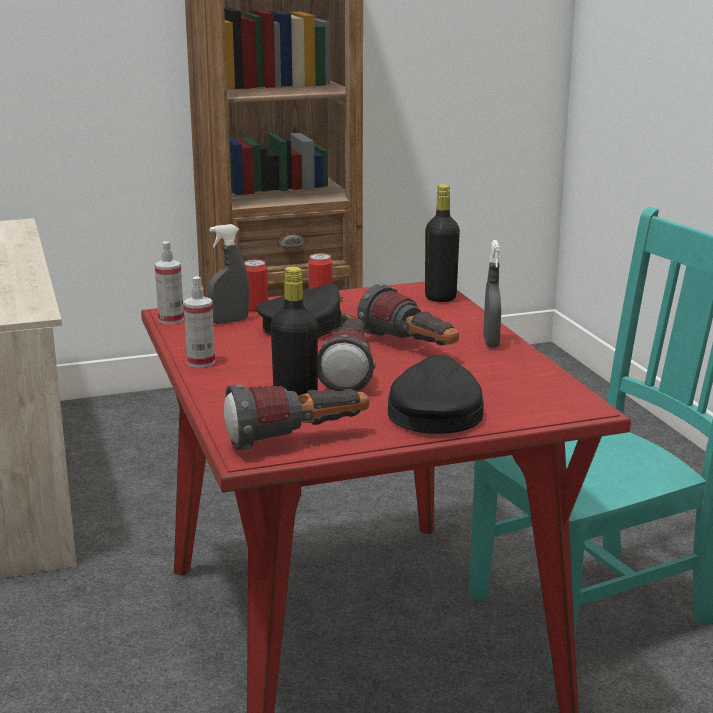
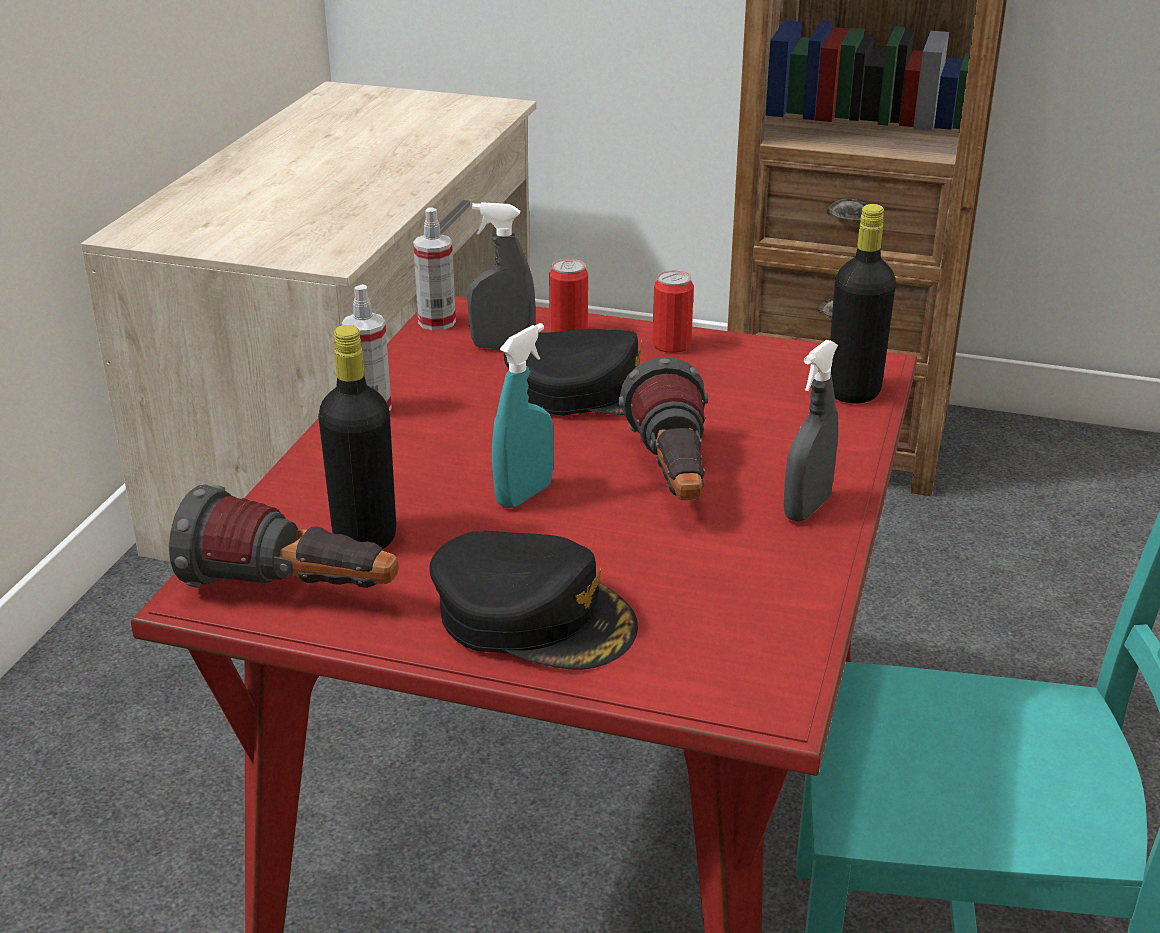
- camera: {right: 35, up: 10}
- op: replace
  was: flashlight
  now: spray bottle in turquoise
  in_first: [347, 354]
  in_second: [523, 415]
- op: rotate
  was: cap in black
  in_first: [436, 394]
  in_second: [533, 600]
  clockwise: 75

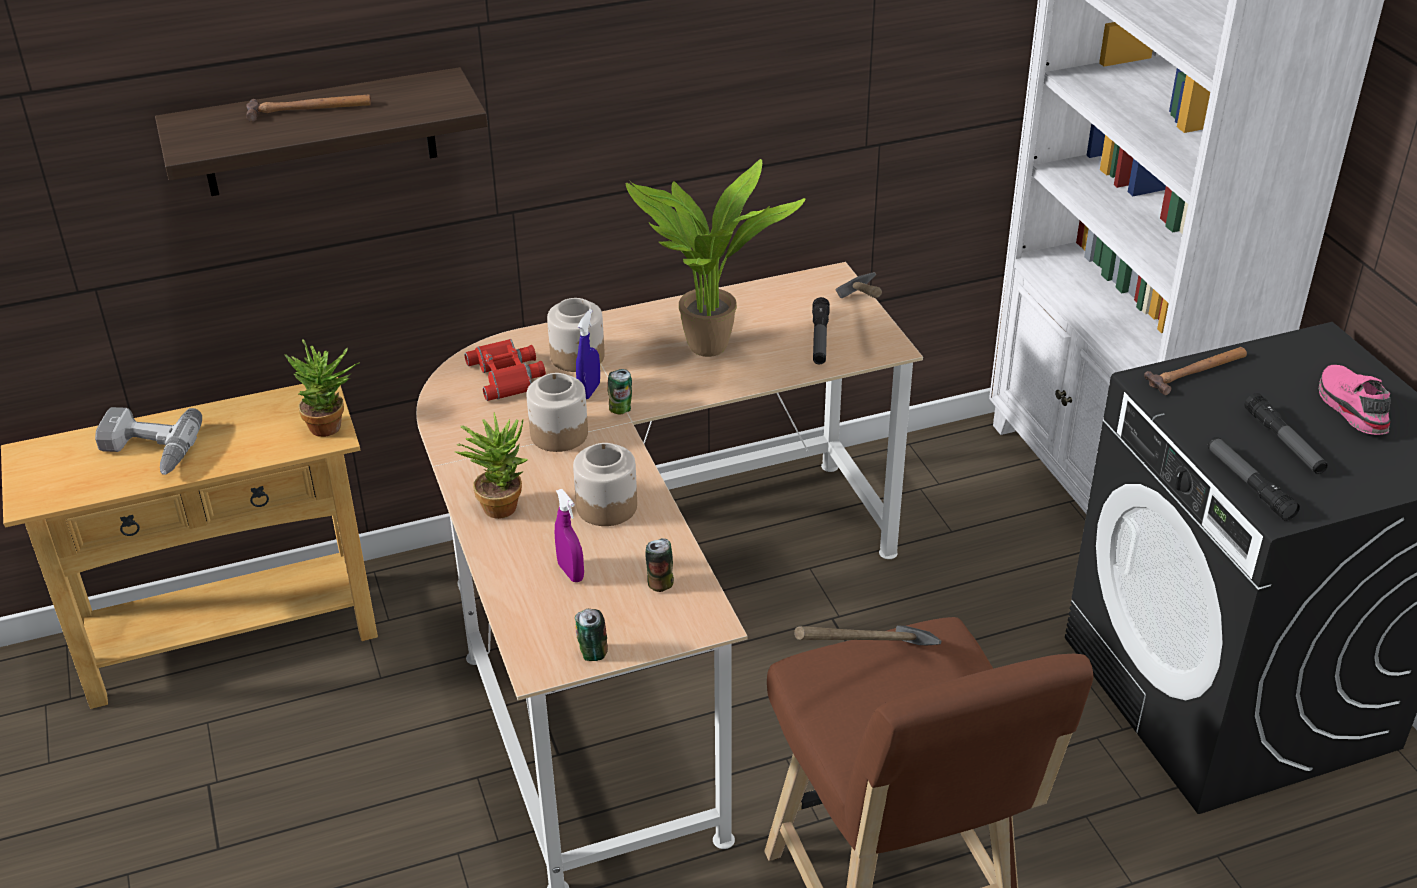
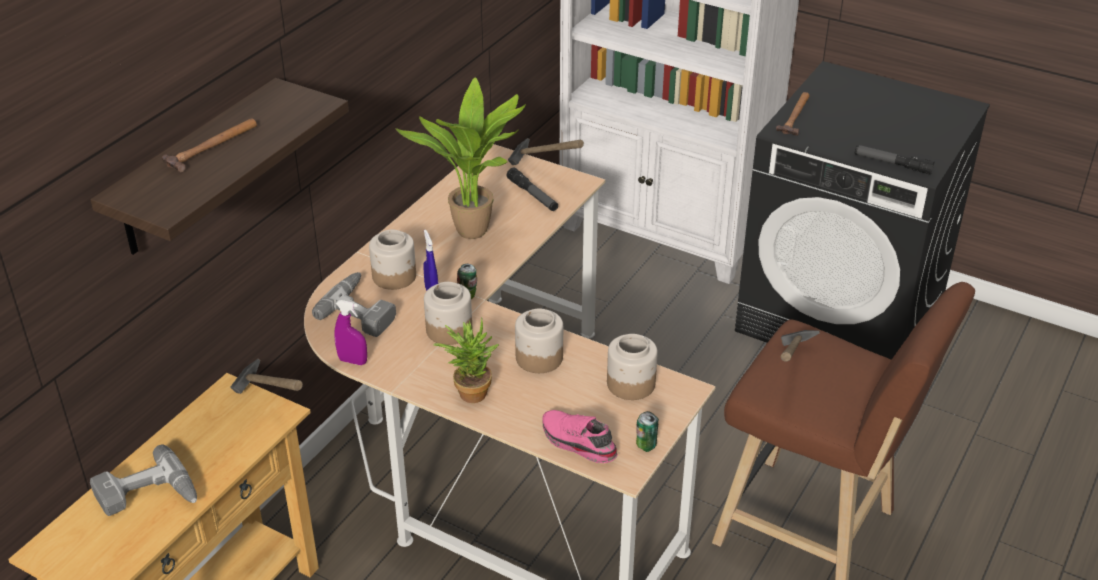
- camera: {right: -40, up: 0}
- op: replace
  was: potted plant
  now: hammer
  in_first: [322, 388]
  in_second: [267, 376]
- op: replace
  was: binoculars in red
  now: power drill
  in_first: [505, 370]
  in_second: [354, 304]
- op: move
  was: spray bottle in purple
  in_first: [569, 535]
  in_second: [350, 332]
- op: replace
  was: can
  now: jar
  in_first: [660, 565]
  in_second: [632, 367]
- op: delete
  was: flashlight
  in_first: [1286, 433]
- op: move
  was: shoe in pink
  in_first: [1355, 400]
  in_second: [580, 436]

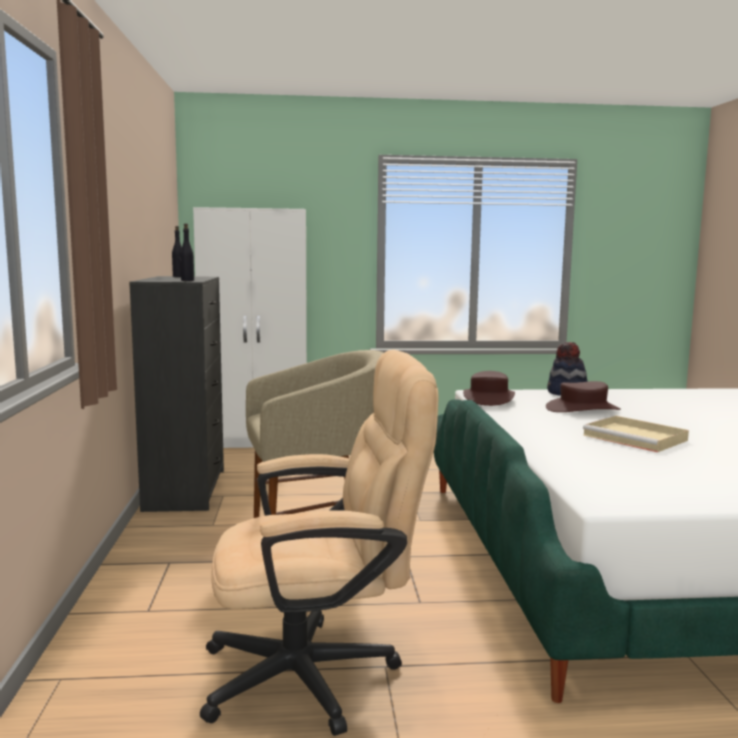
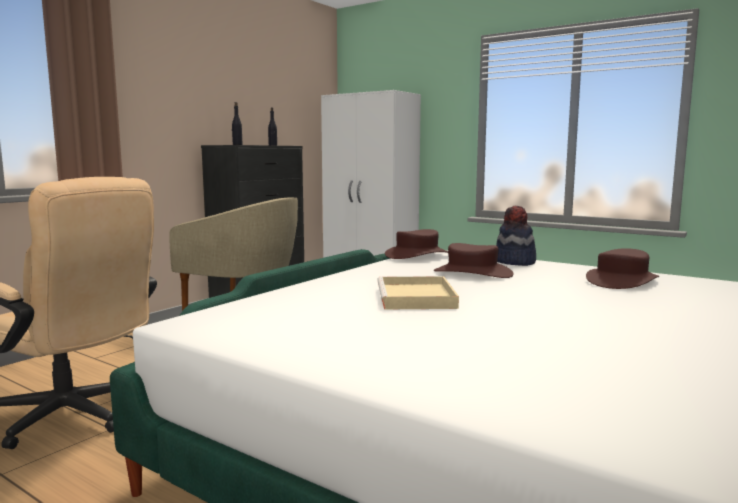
- camera: {right: 40, up: 0}
- op: insert
  now: hat in brown
  in_second: [622, 268]

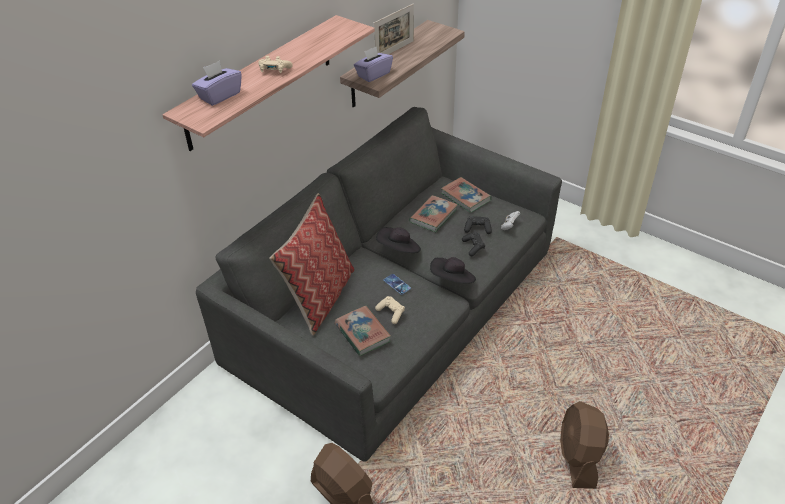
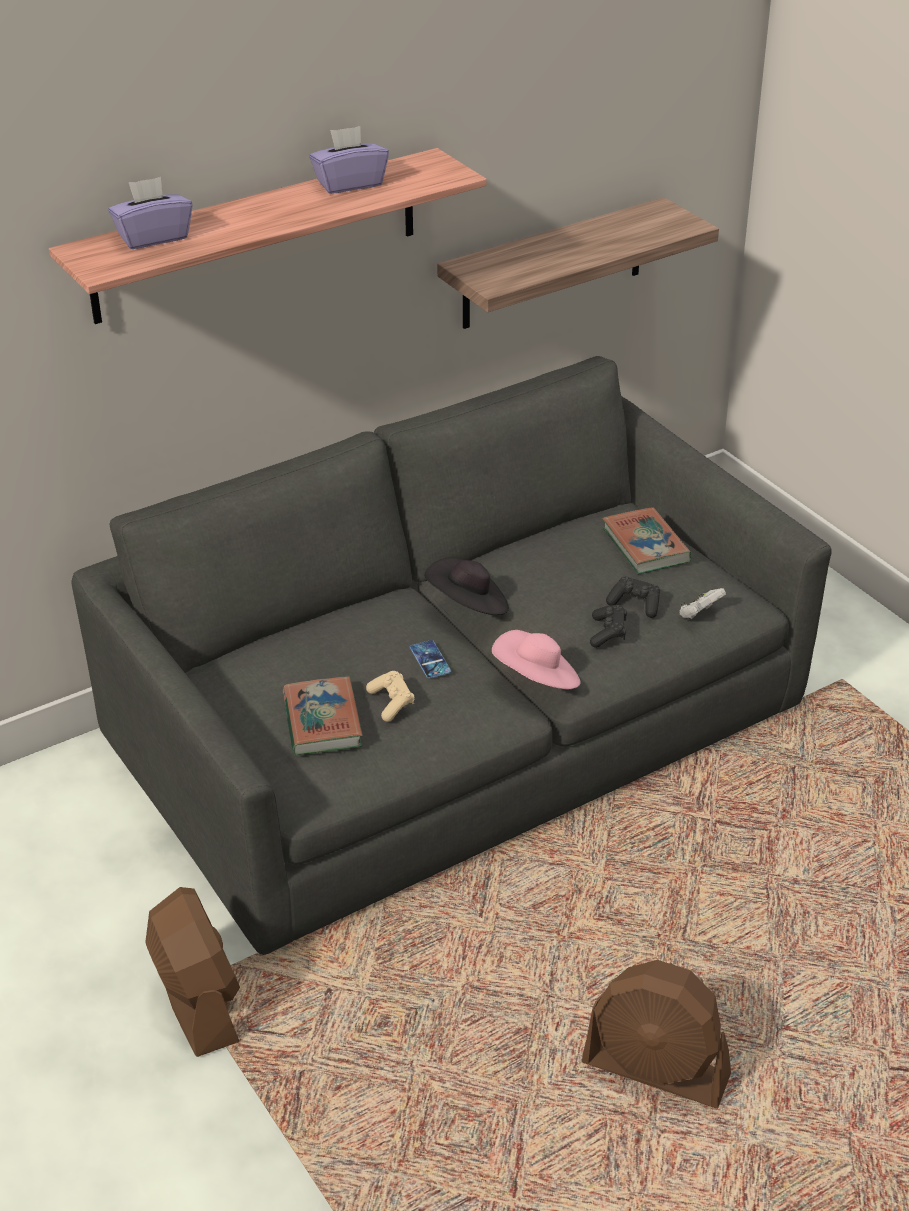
- camera: {right: 20, up: -5}
- op: delete
  was: game controller in beige
  in_first: [275, 64]
- op: delete
  was: pillow
  in_first: [312, 264]
- op: move
  was: tissue box in purple
  in_first: [373, 64]
  in_second: [349, 160]
- op: delete
  was: picture frame
  in_first: [393, 29]
- op: delete
  was: book
  in_first: [433, 213]
- op: recolor
  was: hat in black
  now: hat in pink
  in_first: [453, 270]
  in_second: [536, 659]
- op: rotate
  was: fan in brown
  in_first: [584, 445]
  in_second: [656, 1034]
  clockwise: -90

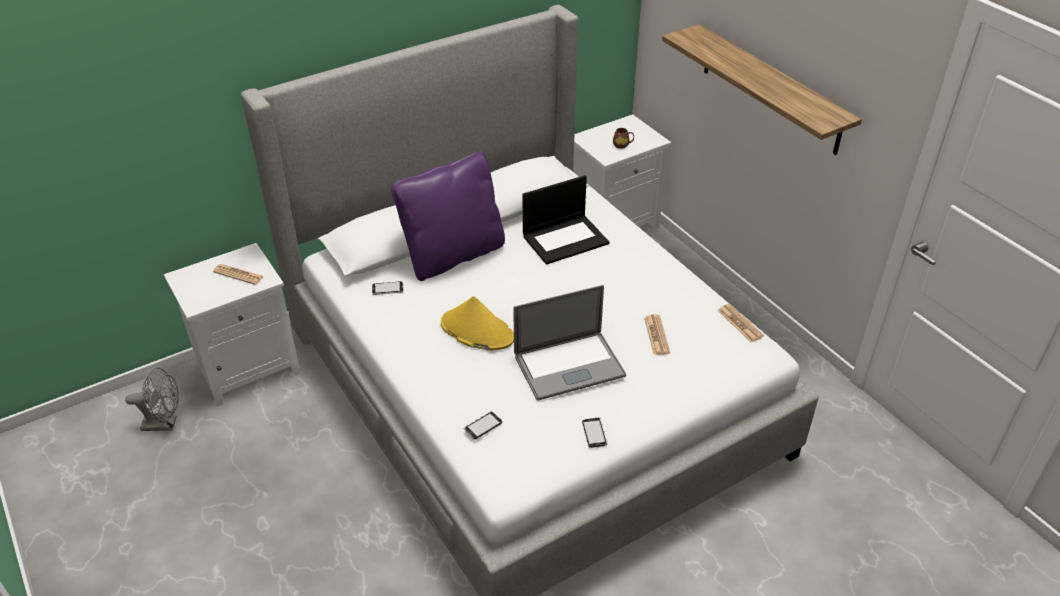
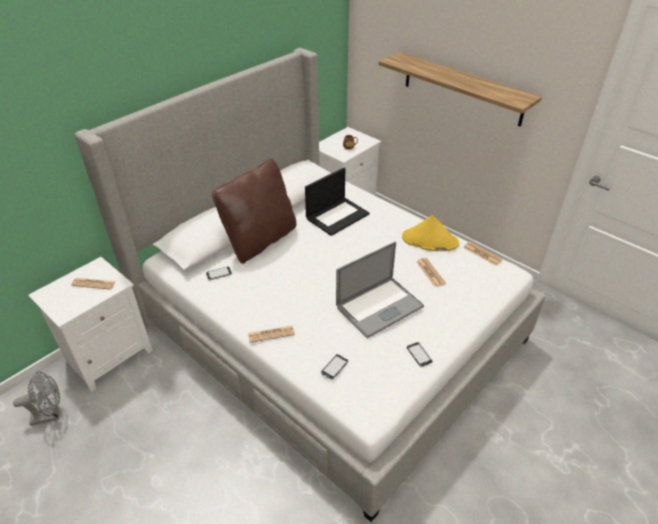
- camera: {right: -15, up: 0}
- op: recolor
  was: pillow in purple
  now: pillow in brown
  in_first: [448, 216]
  in_second: [254, 211]
- op: move
  was: hat in yellow
  in_first: [477, 323]
  in_second: [430, 233]
- op: insert
  now: newspaper
  in_second: [271, 334]

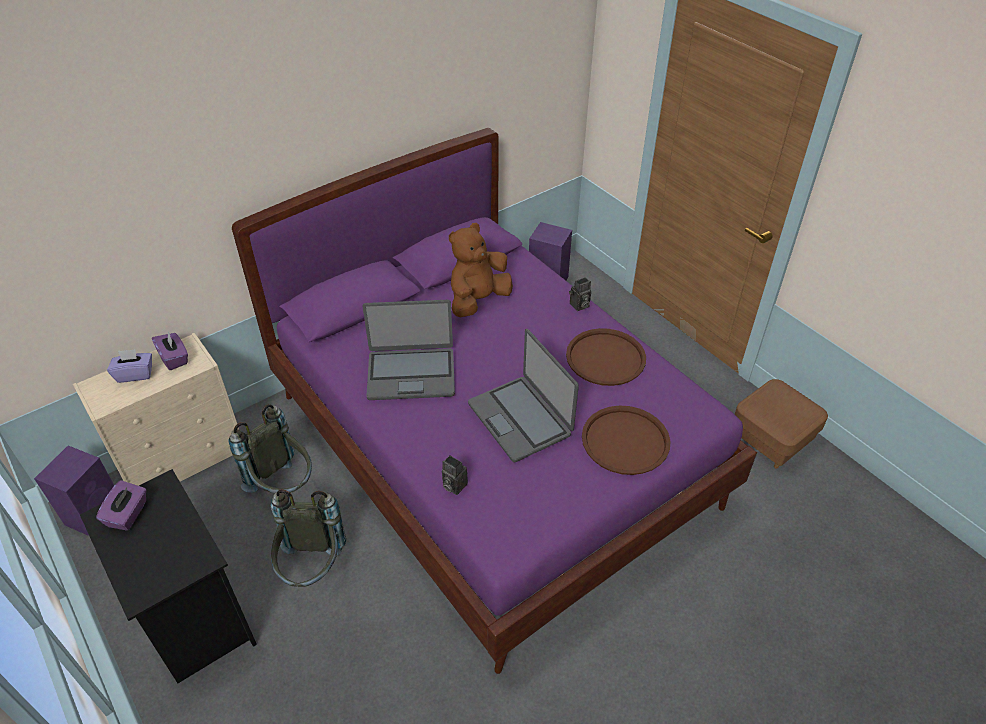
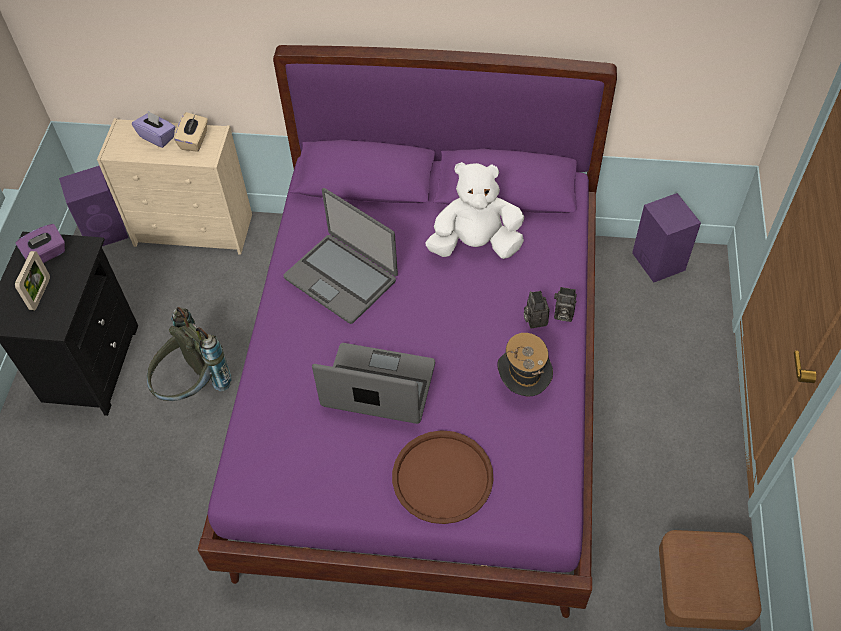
- camera: {right: 45, up: 10}
- op: recolor
  was: tissue box in purple
  now: tissue box in beige
  in_first: [170, 350]
  in_second: [191, 132]
- op: delete
  was: backpack in grey
  in_first: [270, 449]
- op: move
  was: photo camera
  in_first: [455, 475]
  in_second: [537, 309]
- op: recolor
  was: plush toy in brown
  now: plush toy in white
  in_first: [481, 270]
  in_second: [475, 210]
- op: rotate
  was: laptop
  in_first: [523, 395]
  in_second: [373, 383]
  clockwise: 90
- op: replace
  was: tray in brown
  now: hat
  in_first: [606, 357]
  in_second: [525, 364]
- op: insert
  now: picture frame
  in_second: [32, 281]

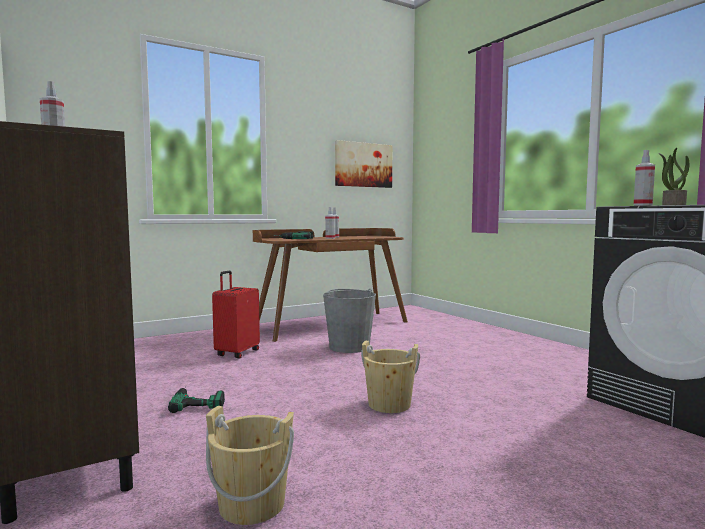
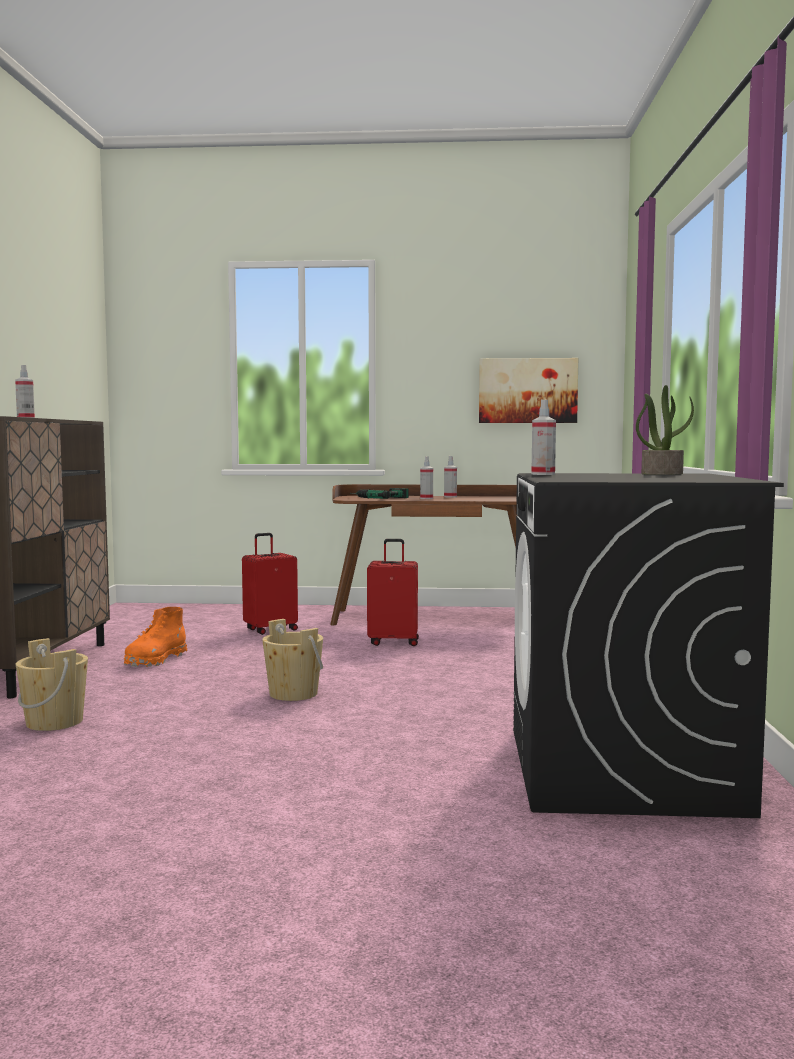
- camera: {right: 35, up: 0}
- op: replace
  was: power drill
  now: boot in orange
  in_first: [196, 400]
  in_second: [155, 637]
- op: replace
  was: bucket in grey
  now: suitcase in red
  in_first: [349, 321]
  in_second: [393, 592]

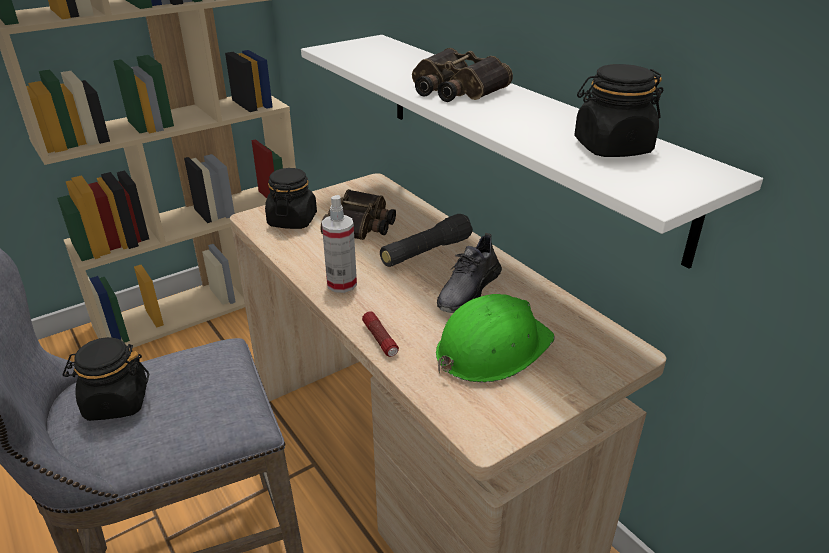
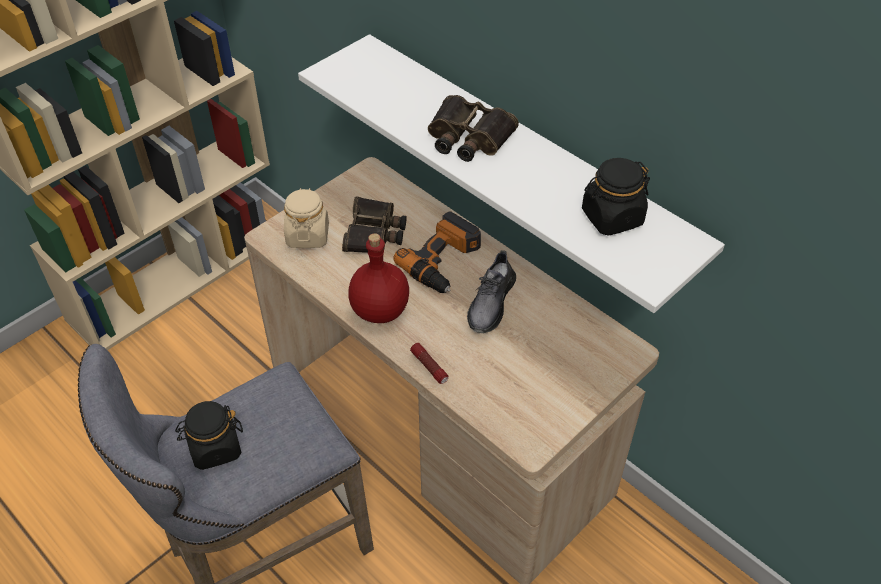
- camera: {right: -10, up: 15}
- op: recolor
  was: jar in black
  now: jar in beige
  in_first: [291, 198]
  in_second: [306, 218]
- op: replace
  was: spray bottle
  now: bottle in red
  in_first: [339, 244]
  in_second: [378, 278]
- op: replace
  was: flashlight in black
  now: power drill
  in_first: [426, 240]
  in_second: [437, 252]
- op: delete
  was: hard hat in green
  in_first: [495, 338]

